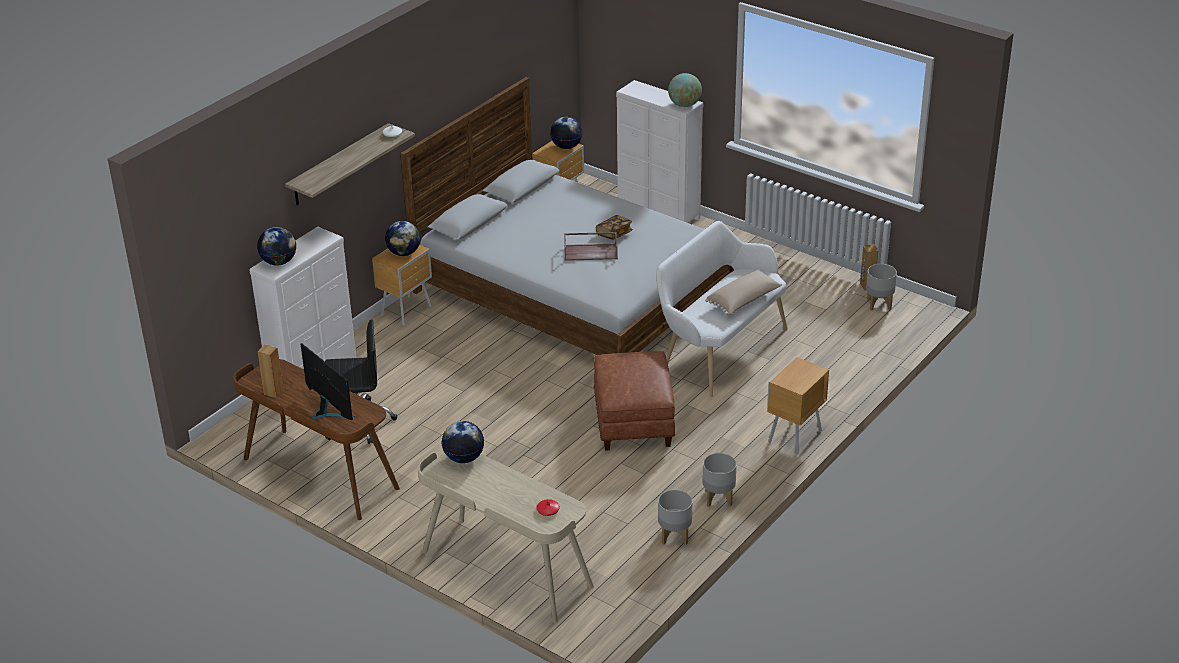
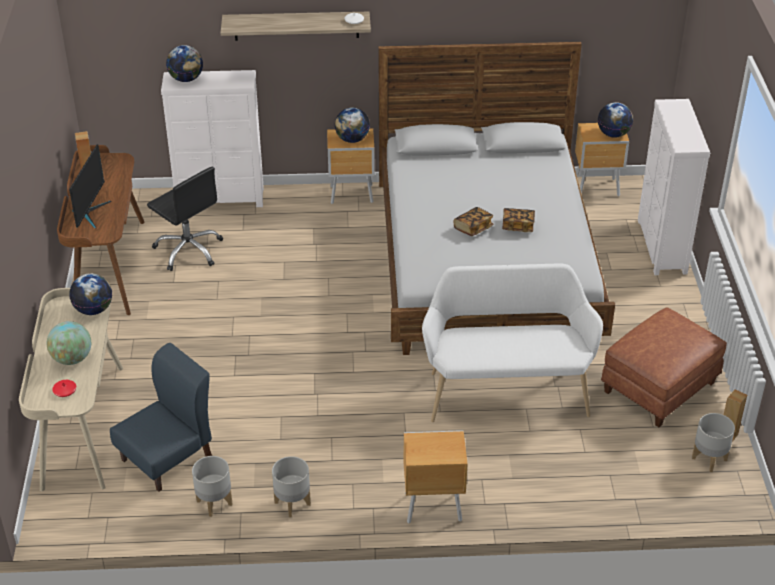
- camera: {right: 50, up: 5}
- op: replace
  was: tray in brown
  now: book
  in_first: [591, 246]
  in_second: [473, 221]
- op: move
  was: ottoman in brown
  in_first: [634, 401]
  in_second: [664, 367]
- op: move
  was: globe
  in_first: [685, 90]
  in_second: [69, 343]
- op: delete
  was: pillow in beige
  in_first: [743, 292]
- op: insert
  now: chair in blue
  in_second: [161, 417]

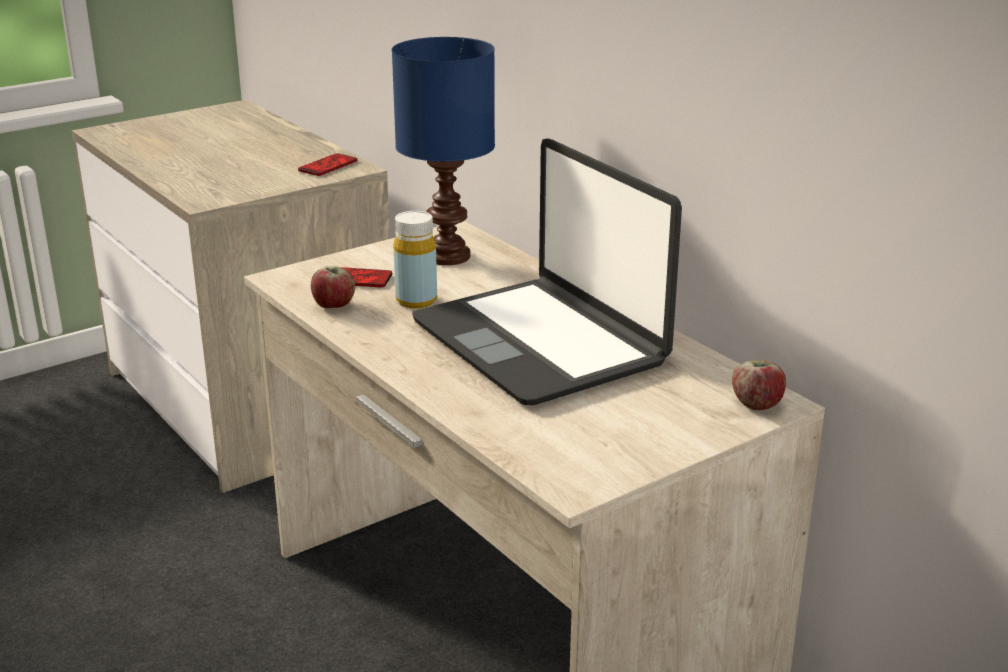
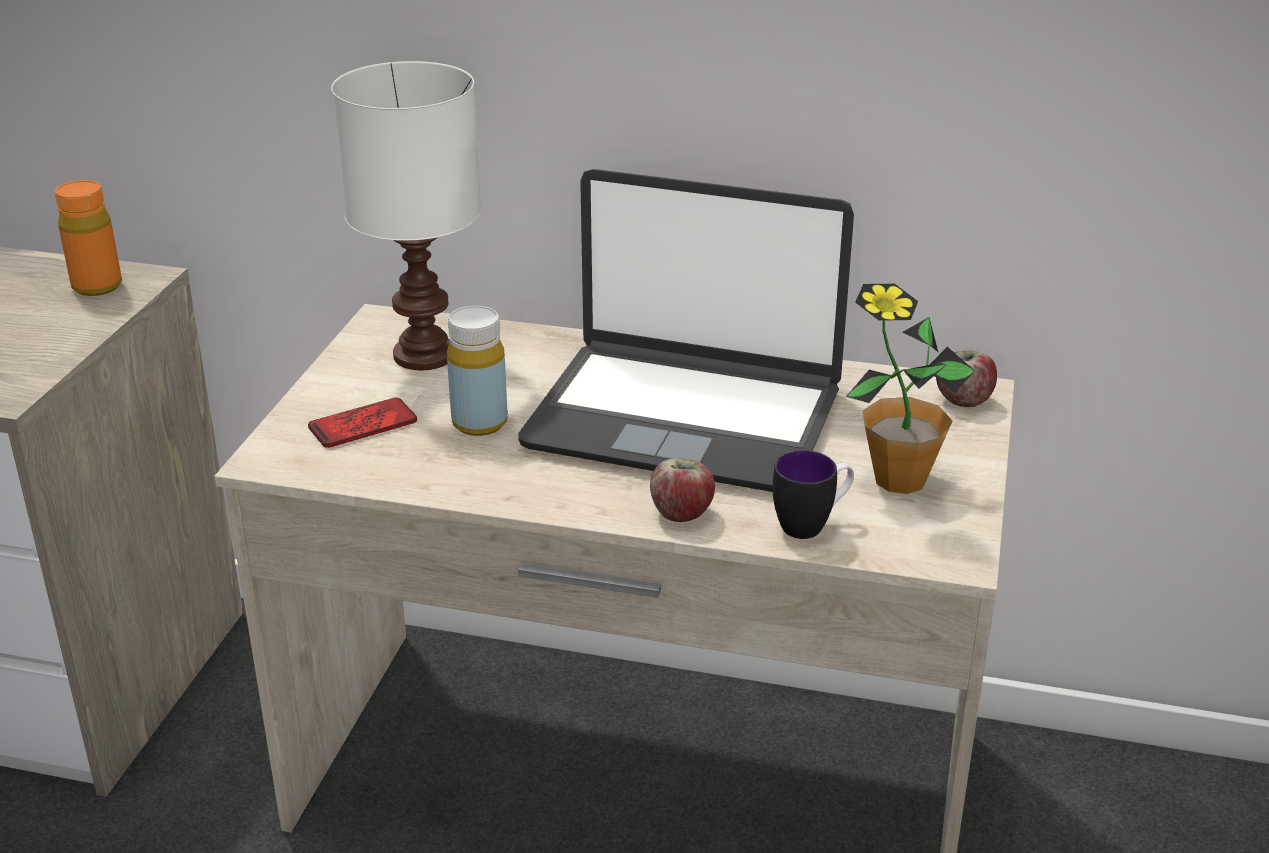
- camera: {right: -40, up: 5}
- op: replace
  was: phone
  now: bottle in orange
  in_first: [327, 164]
  in_second: [88, 238]
- op: move
  was: apple
  in_first: [333, 287]
  in_second: [682, 490]
- op: recolor
  was: table lamp in blue
  now: table lamp in white
  in_first: [443, 151]
  in_second: [406, 215]
- op: insert
  now: mug
  in_second: [813, 494]
- op: insert
  now: potted plant
  in_second: [910, 389]

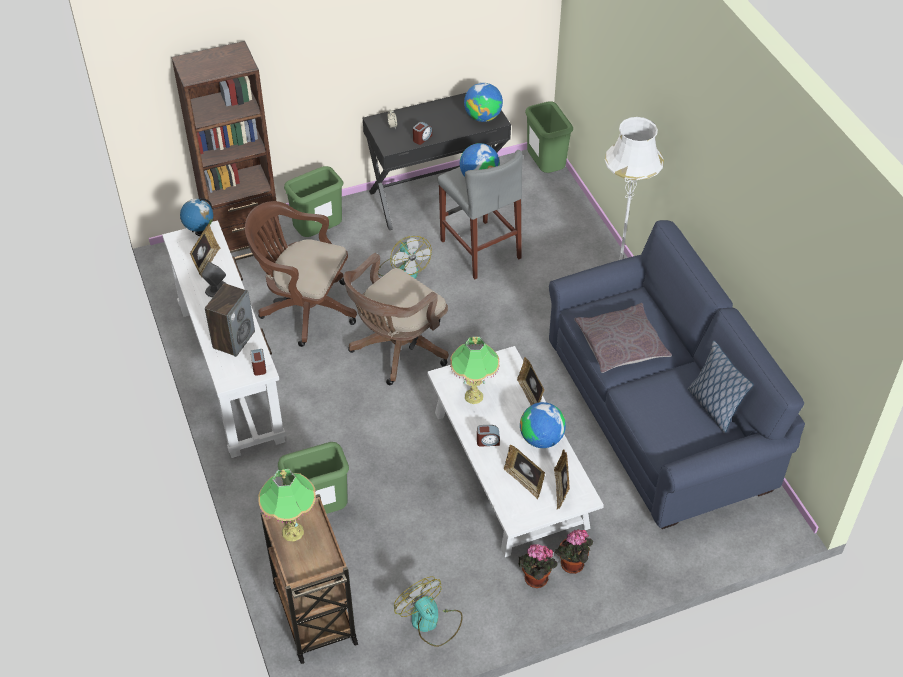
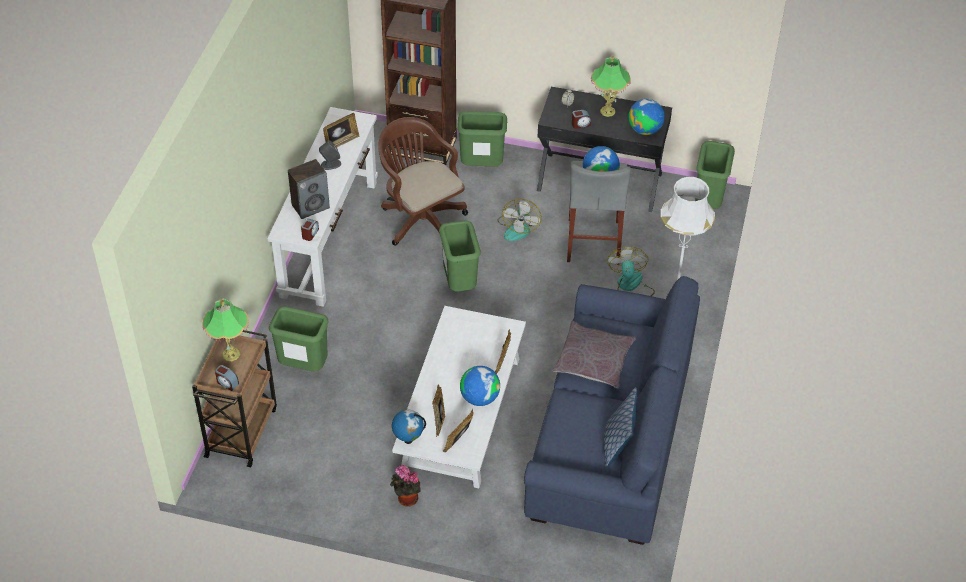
- camera: {right: 35, up: 0}
- op: move
  was: globe
  in_first: [196, 217]
  in_second: [409, 426]
- op: replace
  was: office chair in brown
  now: trash can in green
  in_first: [396, 319]
  in_second: [460, 256]
- op: move
  was: fan
  in_first: [428, 611]
  in_second: [631, 271]
- op: move
  was: table lamp
  in_first: [474, 370]
  in_second: [611, 86]
- op: move
  was: alarm clock
  in_first: [488, 436]
  in_second: [227, 378]
- op: delete
  was: potted plant
  in_first: [574, 552]

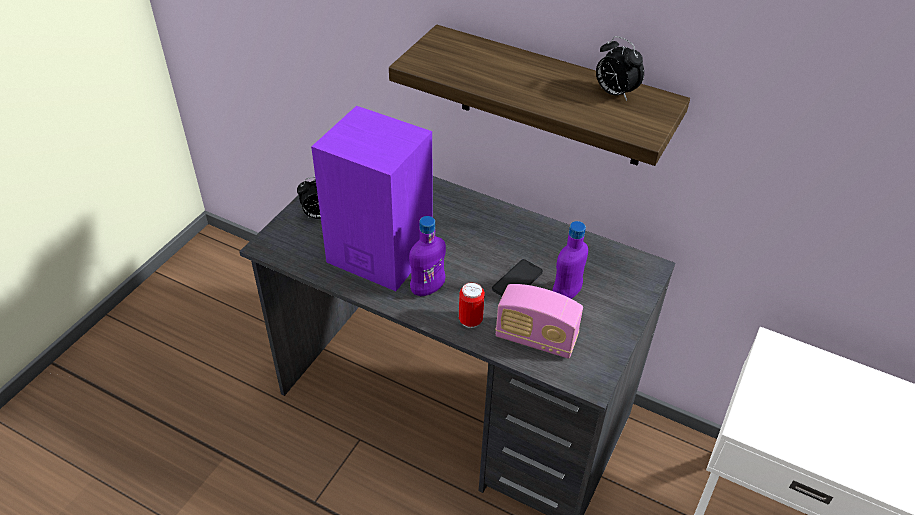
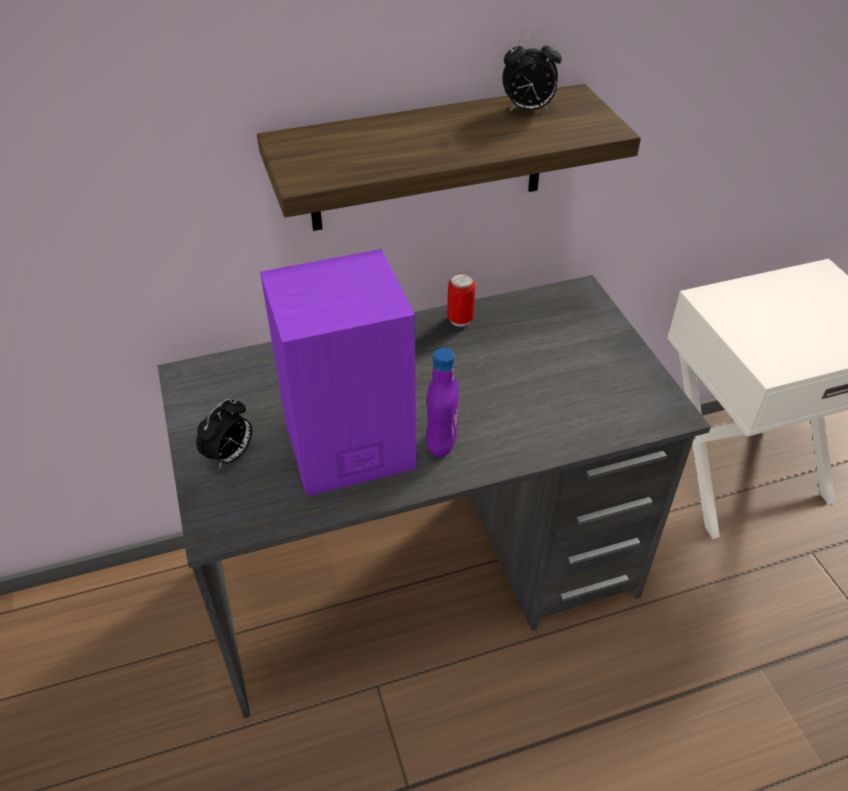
- camera: {right: -45, up: 0}
- op: move
  was: can
  in_first: [472, 305]
  in_second: [461, 300]
- op: delete
  was: phone
  in_first: [517, 277]
- op: delete
  was: radio
  in_first: [539, 321]
- op: delete
  was: bottle in purple
  in_first: [570, 260]

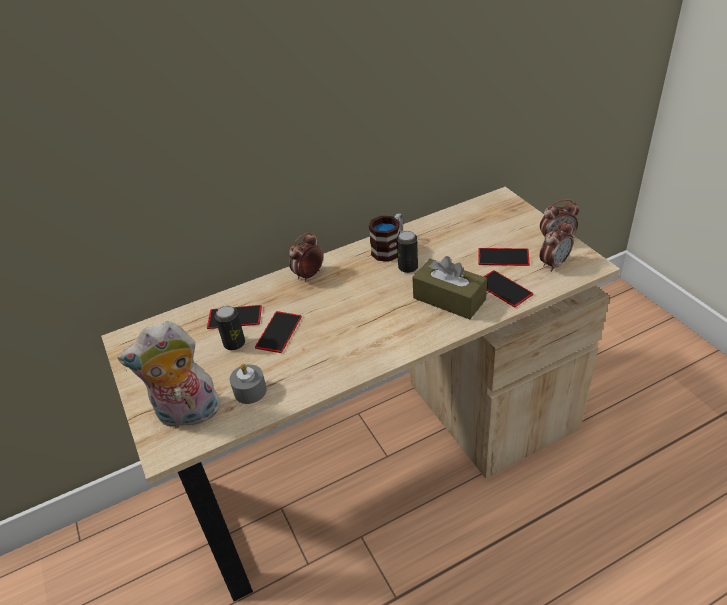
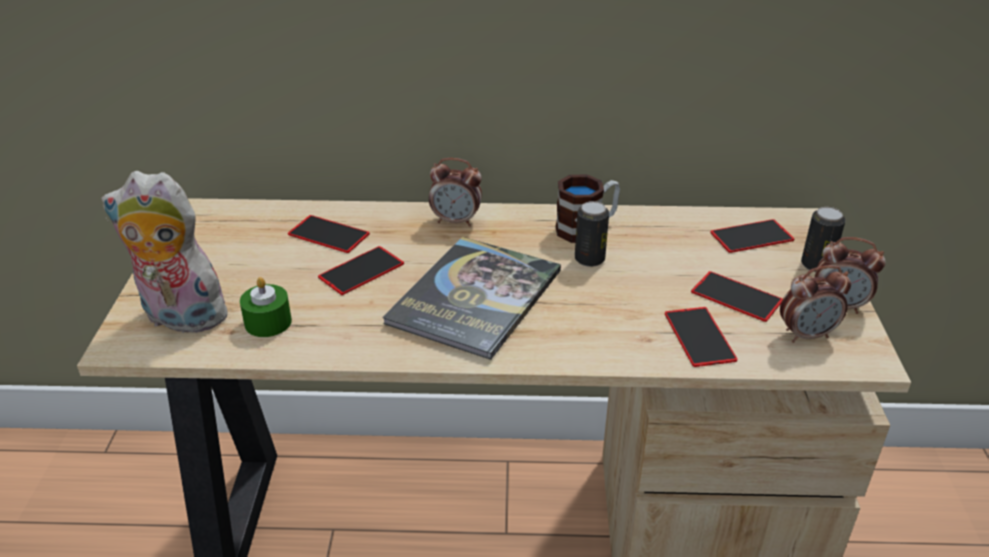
- camera: {right: 25, up: -5}
- op: move
  was: can
  in_first: [230, 328]
  in_second: [823, 239]
- op: recolor
  was: candle in grey
  now: candle in green
  in_first: [248, 384]
  in_second: [266, 307]
- op: rotate
  was: alarm clock
  in_first: [306, 257]
  in_second: [455, 192]
  clockwise: -150
- op: delete
  was: tissue box in brown
  in_first: [449, 287]
- op: insert
  now: book
  in_second: [471, 298]
- op: insert
  now: phone
  in_second: [752, 236]

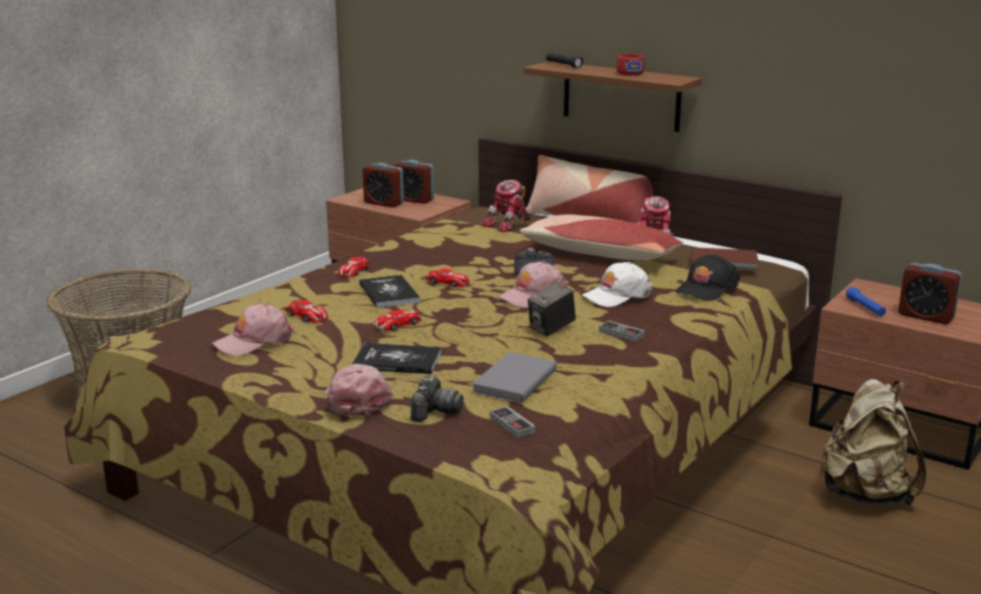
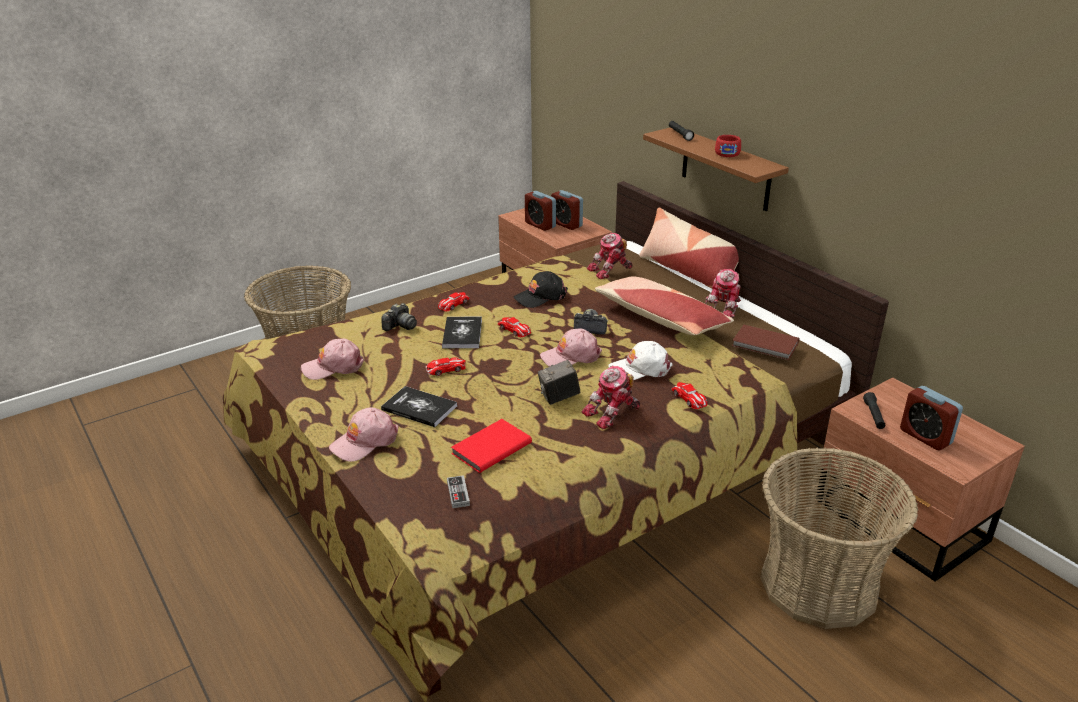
- camera: {right: 20, up: 10}
- op: move
  was: toy car
  in_first: [306, 311]
  in_second: [689, 395]
- op: rotate
  was: cap in pink
  in_first: [359, 390]
  in_second: [364, 434]
  clockwise: -135
- op: move
  was: photo camera
  in_first: [437, 398]
  in_second: [399, 317]
- op: recolor
  was: book in grey
  now: book in red
  in_first: [514, 377]
  in_second: [491, 446]
- op: replace
  was: game controller
  now: toy robot
  in_first: [622, 331]
  in_second: [610, 397]
- op: move
  was: cap in black
  in_first: [708, 278]
  in_second: [541, 289]
- op: replace
  was: backpack in beige
  now: basket
  in_first: [873, 442]
  in_second: [839, 538]
- op: recolor
  was: flashlight in blue
  now: flashlight in black
  in_first: [866, 301]
  in_second: [874, 410]

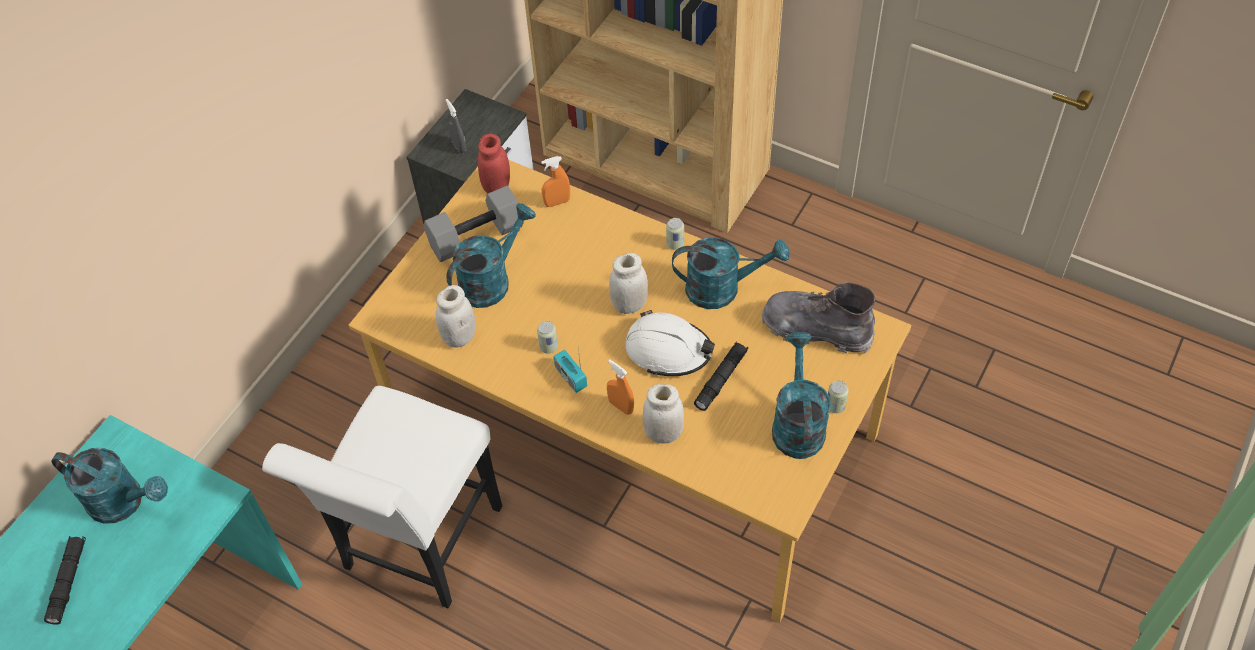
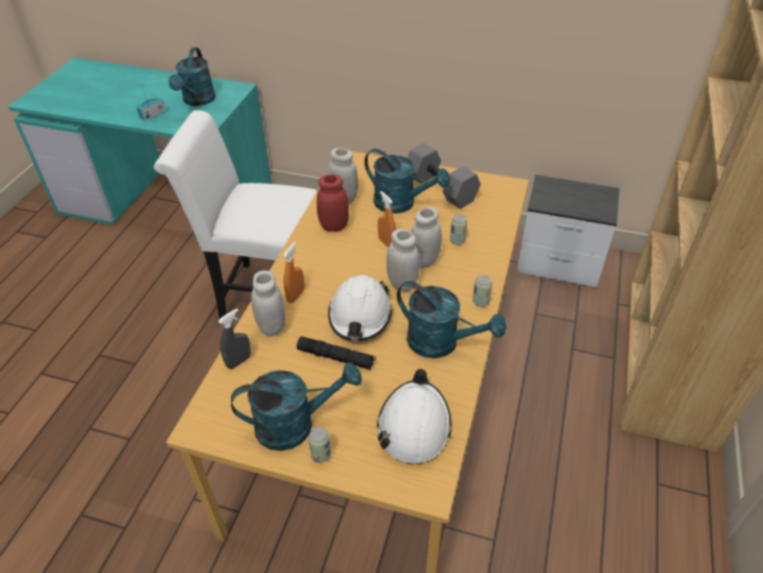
- camera: {right: 75, up: -10}
- op: delete
  was: flashlight in black
  in_first: [65, 580]
- op: move
  was: spray bottle in grey
  in_first: [456, 126]
  in_second: [234, 339]
- op: move
  was: jar in red
  in_first: [494, 163]
  in_second: [333, 203]
- op: move
  was: can
  in_first: [547, 337]
  in_second: [458, 230]
- op: move
  was: spray bottle in orange
  in_first: [555, 181]
  in_second: [387, 219]
- op: move
  was: radio
  in_first: [570, 371]
  in_second: [151, 103]
- op: rotate
  was: watering can in turquoise
  in_first: [731, 273]
  in_second: [451, 319]
  clockwise: -45
- op: replace
  was: boot in grey
  now: hard hat in white
  in_first: [818, 318]
  in_second: [414, 416]
- op: insert
  now: jar in white
  in_second: [426, 237]

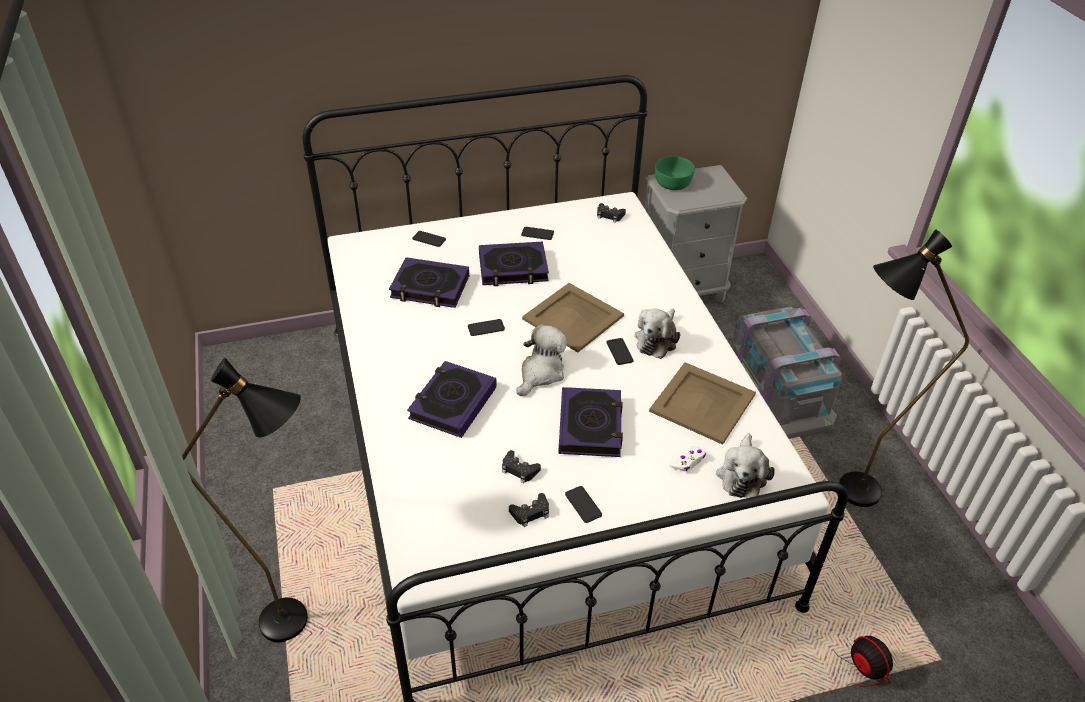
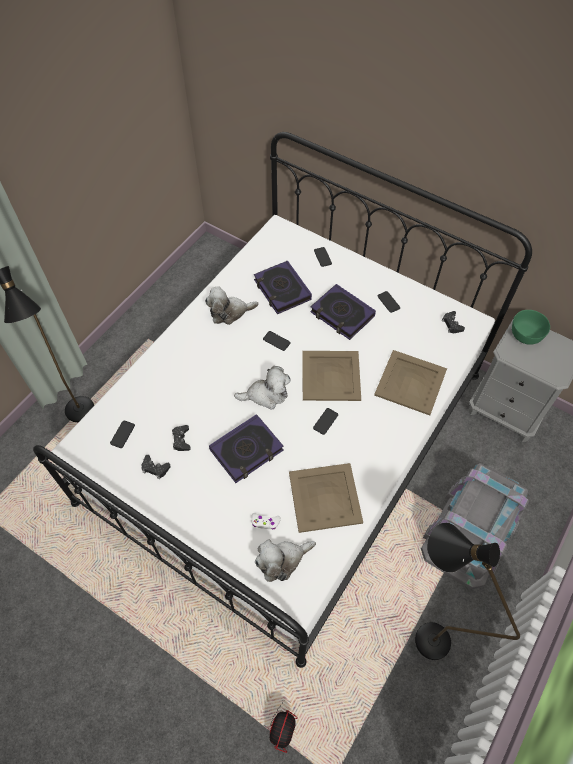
- camera: {right: 50, up: 15}
- op: delete
  was: book
  in_first: [451, 399]
- op: move
  was: phone
  in_first: [583, 504]
  in_second: [122, 434]
- op: move
  was: plush toy
  in_first: [657, 333]
  in_second: [232, 305]
- op: insert
  now: tray in beige
  in_second: [410, 383]

